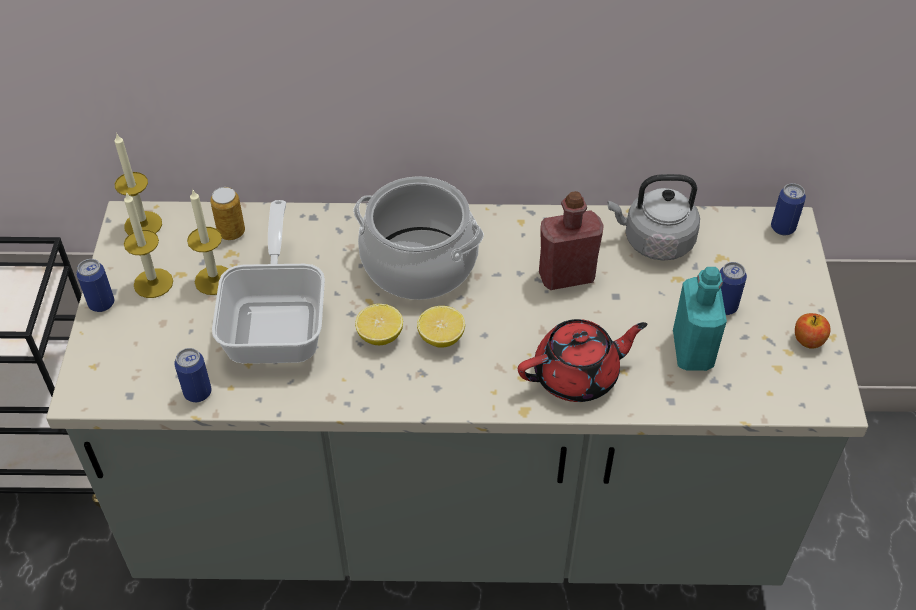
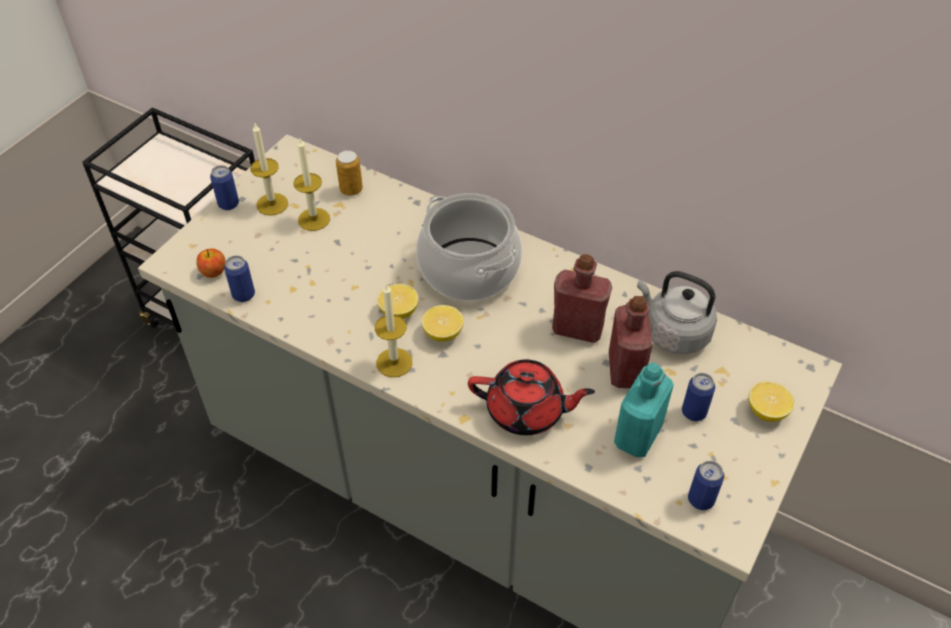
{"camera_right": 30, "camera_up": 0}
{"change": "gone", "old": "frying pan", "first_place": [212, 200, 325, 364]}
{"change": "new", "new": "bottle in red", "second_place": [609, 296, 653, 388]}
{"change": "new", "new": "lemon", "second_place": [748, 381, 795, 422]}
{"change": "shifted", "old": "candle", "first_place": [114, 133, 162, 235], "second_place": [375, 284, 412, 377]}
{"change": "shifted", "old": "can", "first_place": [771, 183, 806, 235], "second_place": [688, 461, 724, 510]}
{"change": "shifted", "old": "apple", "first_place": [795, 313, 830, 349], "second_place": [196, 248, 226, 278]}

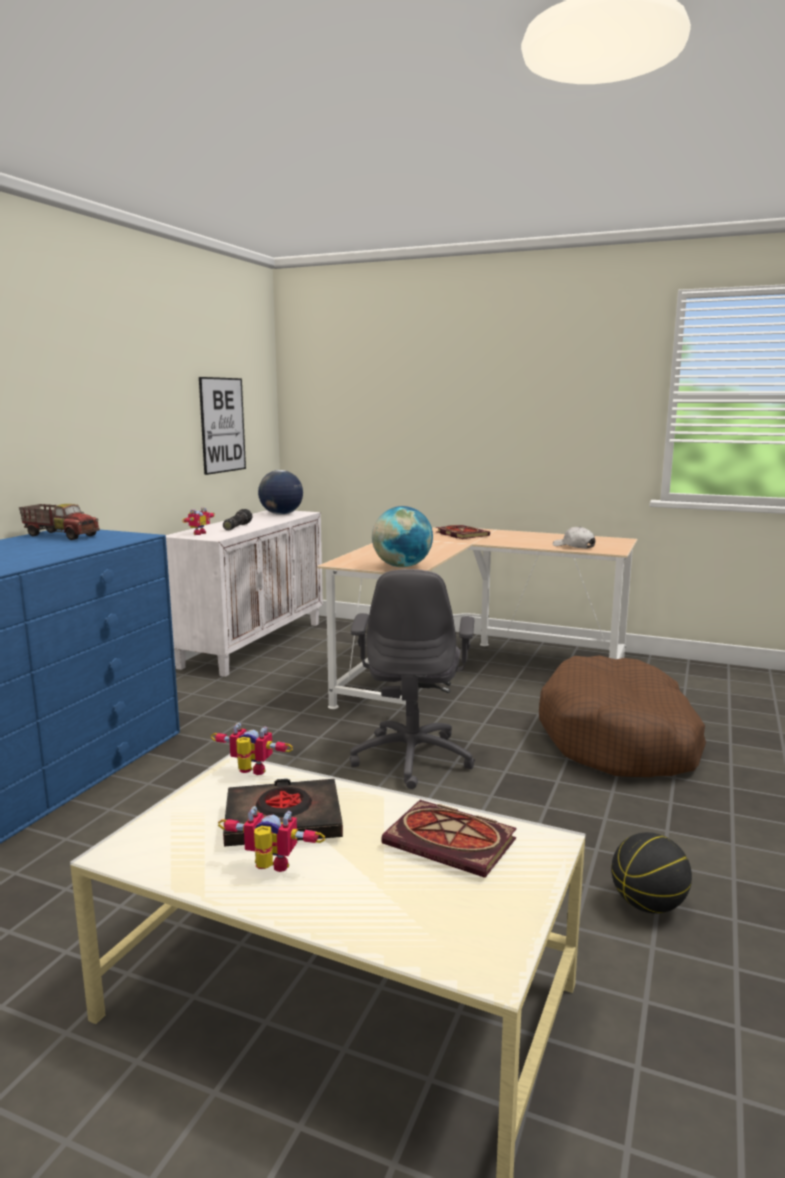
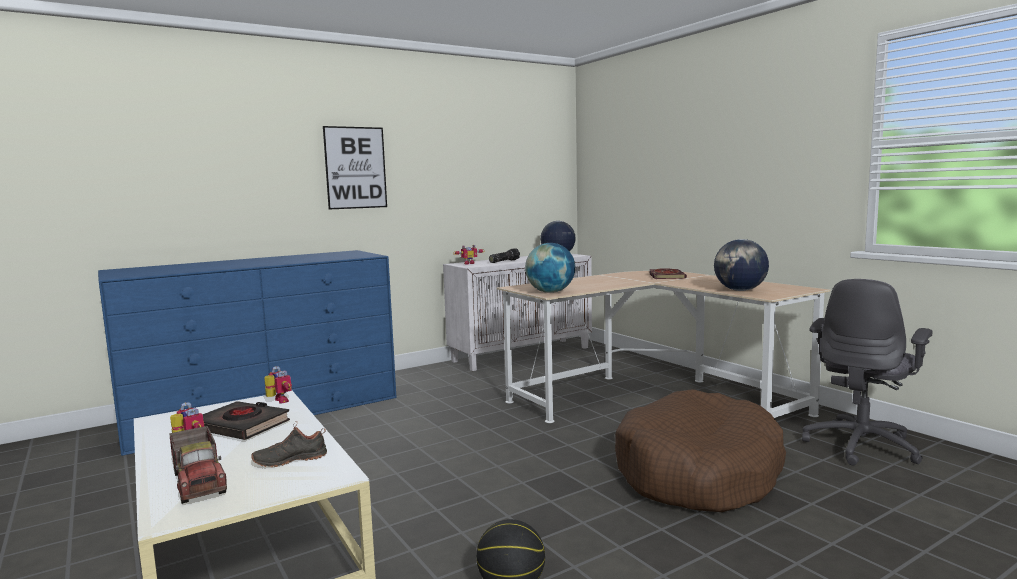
{"camera_right": 35, "camera_up": -5}
{"change": "shifted", "old": "toy truck", "first_place": [19, 504, 100, 540], "second_place": [169, 426, 227, 504]}
{"change": "shifted", "old": "picture", "first_place": [199, 377, 246, 475], "second_place": [323, 126, 387, 210]}
{"change": "shifted", "old": "office chair in grey", "first_place": [350, 569, 475, 789], "second_place": [802, 279, 933, 466]}
{"change": "swapped", "old": "book", "new": "shoe in black", "first_place": [381, 800, 517, 878], "second_place": [251, 421, 327, 467]}
{"change": "swapped", "old": "cap in white", "new": "globe", "first_place": [553, 526, 595, 549], "second_place": [714, 239, 769, 291]}

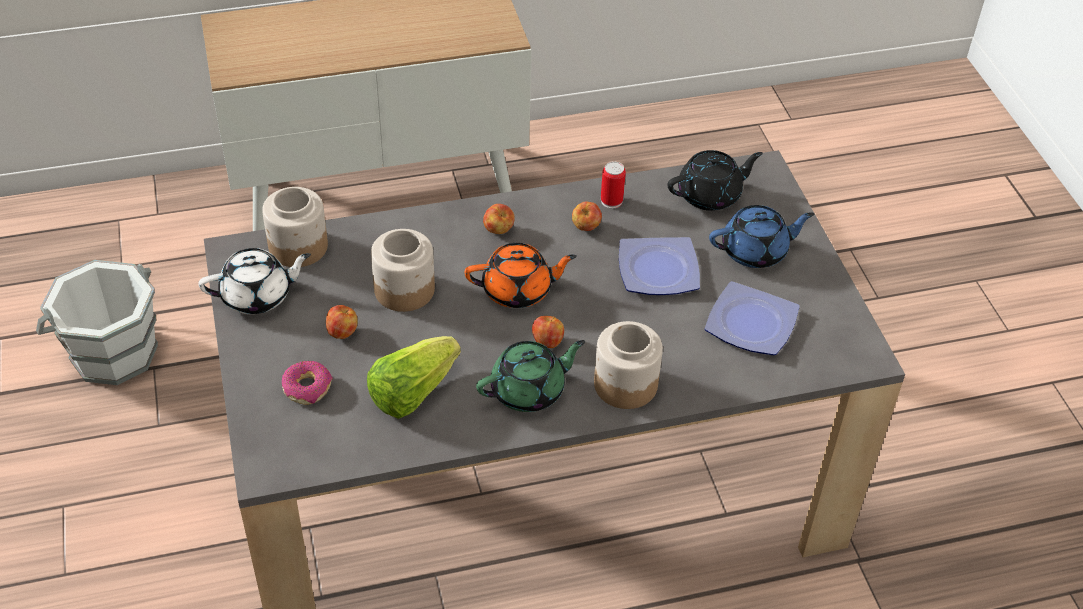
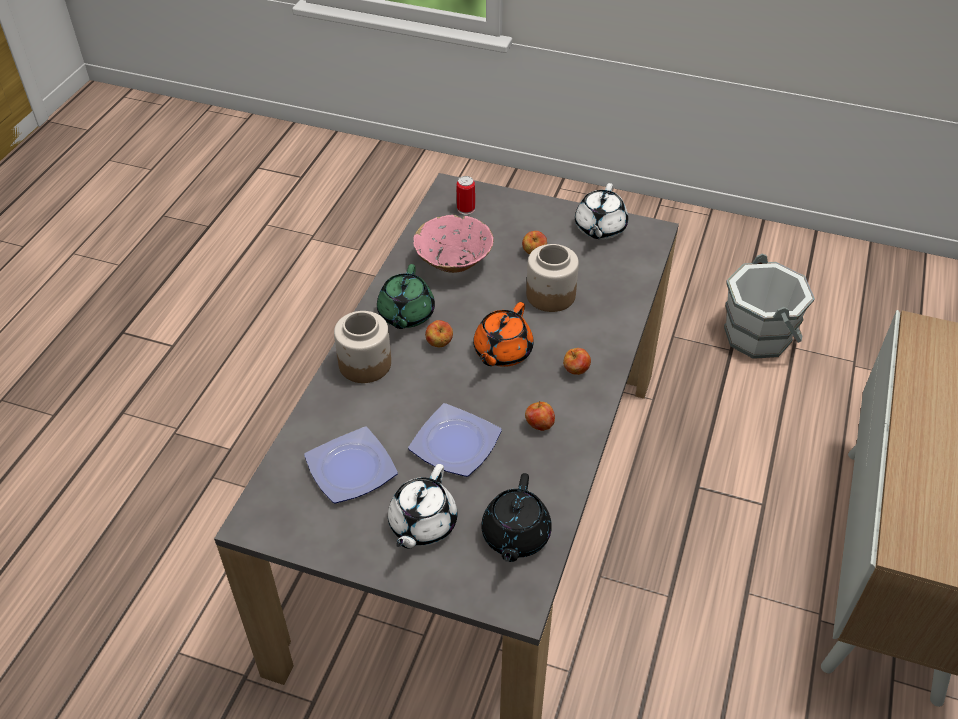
{"camera_right": 125, "camera_up": 0}
{"change": "gone", "old": "jar", "first_place": [262, 187, 328, 267]}
{"change": "gone", "old": "donut", "first_place": [282, 361, 333, 405]}
{"change": "shifted", "old": "can", "first_place": [601, 161, 626, 209], "second_place": [456, 176, 475, 215]}
{"change": "swapped", "old": "lettuce", "new": "bowl in pink", "first_place": [367, 336, 461, 419], "second_place": [413, 215, 493, 273]}
{"change": "repainted", "old": "teapot in blue", "new": "teapot in white", "first_place": [709, 205, 814, 268], "second_place": [388, 464, 457, 548]}

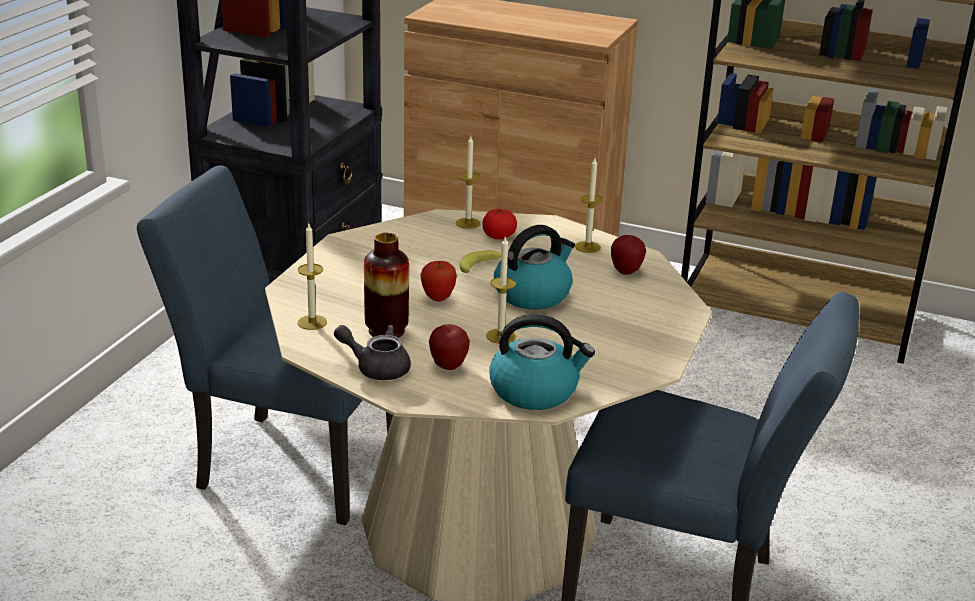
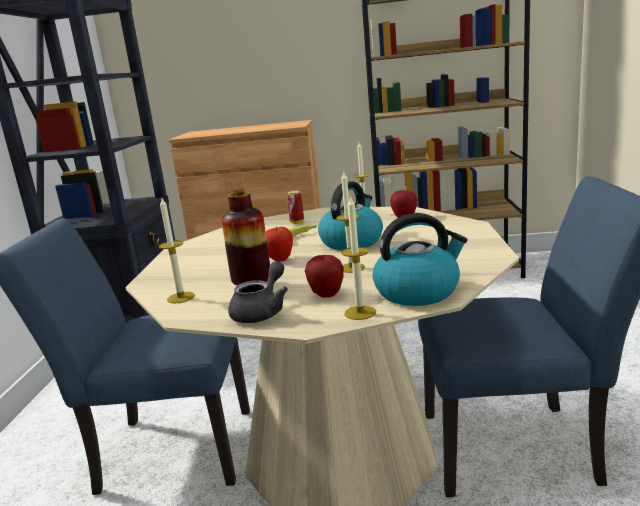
{"camera_right": -15, "camera_up": -10}
{"change": "shifted", "old": "candle", "first_place": [456, 136, 481, 229], "second_place": [341, 195, 376, 320]}
{"change": "swapped", "old": "tomato", "new": "can", "first_place": [482, 208, 517, 239], "second_place": [287, 191, 304, 224]}
{"change": "rotated", "old": "teapot in grey", "first_place": [334, 325, 411, 380], "second_place": [228, 261, 288, 323], "degrees": 120}

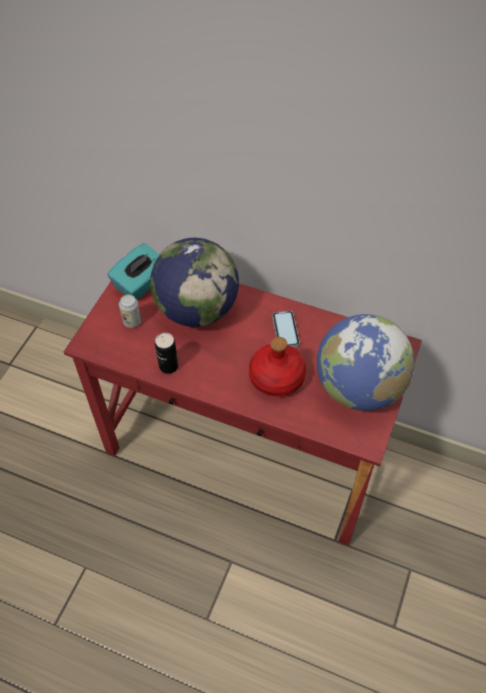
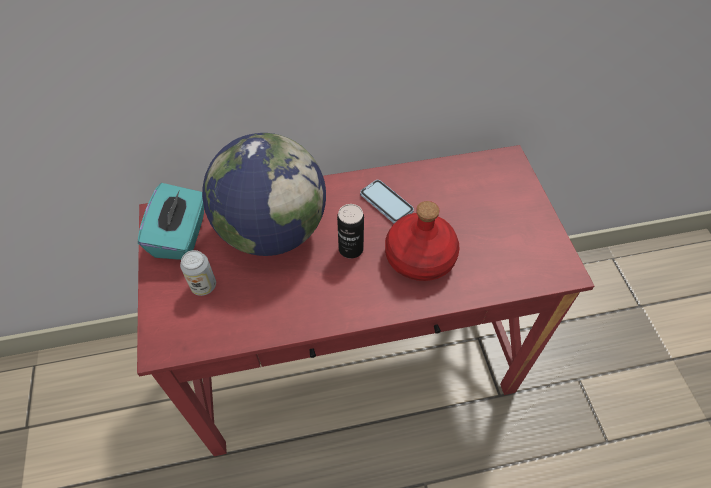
{"camera_right": -35, "camera_up": 0}
{"change": "gone", "old": "globe", "first_place": [317, 314, 415, 411]}
{"change": "shifted", "old": "can", "first_place": [155, 333, 178, 374], "second_place": [337, 204, 364, 259]}

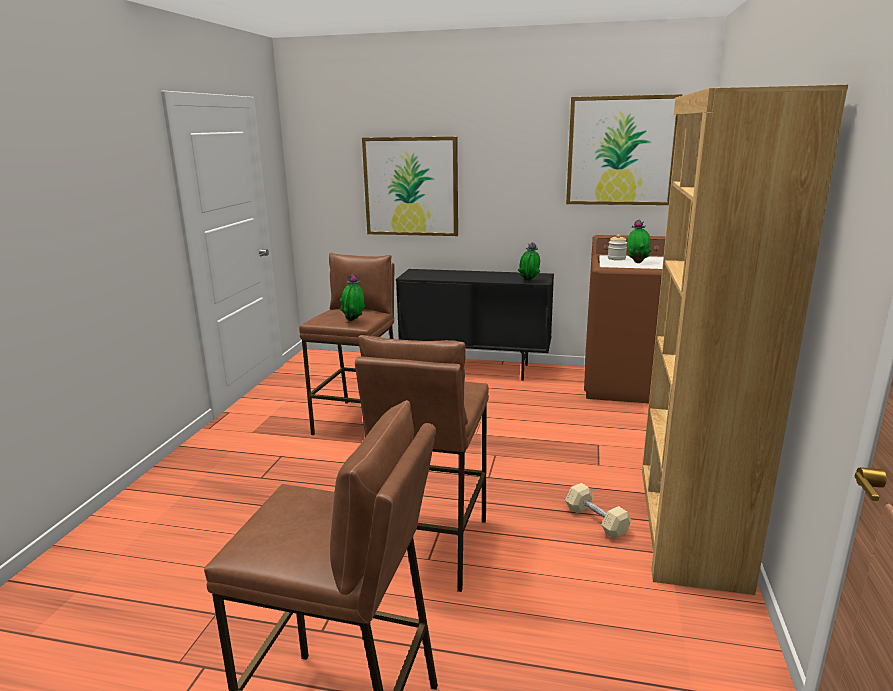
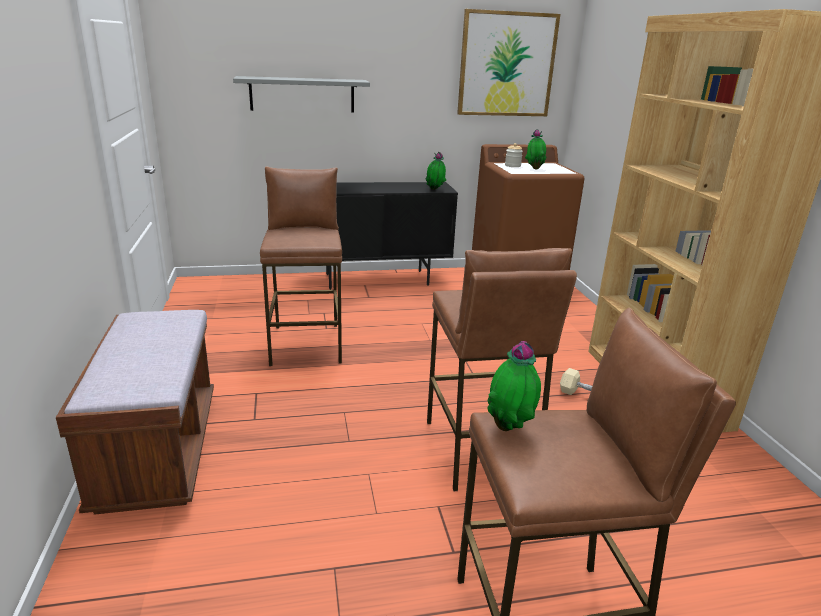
{"camera_right": -25, "camera_up": 5}
{"change": "new", "new": "bench in brown", "second_place": [56, 310, 214, 515]}
{"change": "shifted", "old": "potted plant", "first_place": [340, 273, 365, 321], "second_place": [487, 341, 541, 431]}
{"change": "swapped", "old": "picture", "new": "shelf in grey", "first_place": [362, 136, 458, 236], "second_place": [233, 76, 370, 113]}

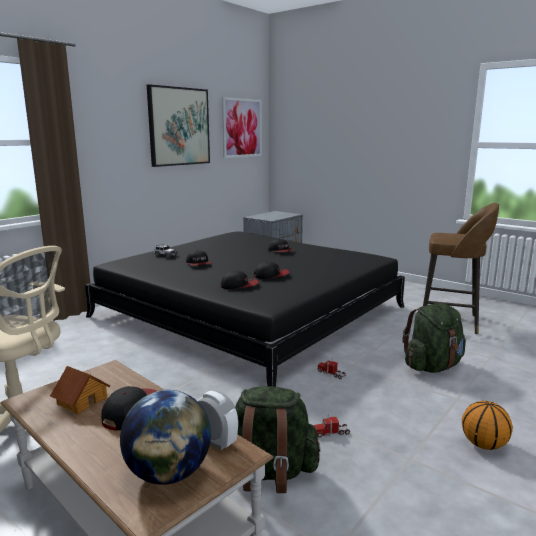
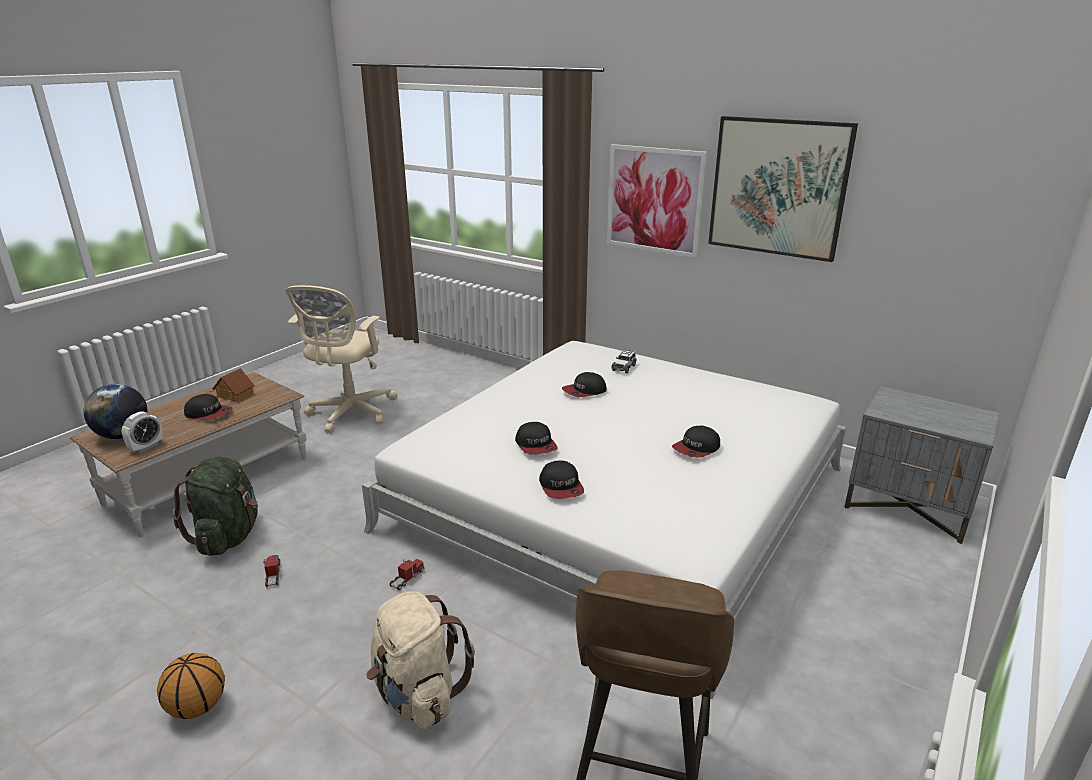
{"camera_right": 85, "camera_up": 10}
{"change": "shifted", "old": "cap", "first_place": [220, 271, 258, 289], "second_place": [539, 461, 584, 499]}
{"change": "shifted", "old": "picture", "first_place": [222, 97, 262, 158], "second_place": [607, 144, 707, 258]}
{"change": "repainted", "old": "bed in black", "new": "bed in white", "first_place": [85, 231, 405, 387], "second_place": [362, 341, 846, 699]}
{"change": "repainted", "old": "backpack in green", "new": "backpack in beige", "first_place": [402, 303, 466, 373], "second_place": [366, 591, 475, 729]}

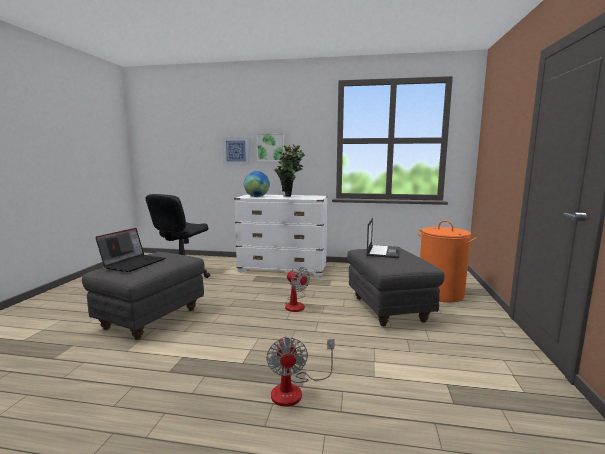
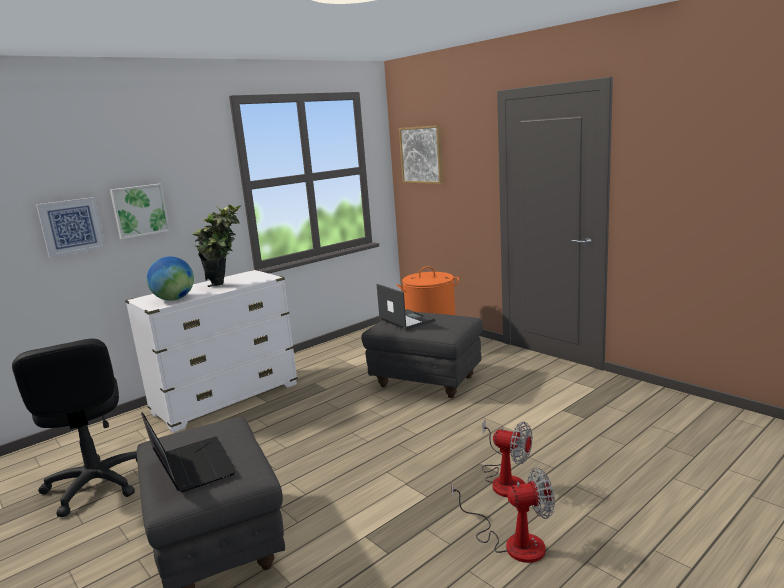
{"camera_right": -50, "camera_up": 5}
{"change": "new", "new": "picture", "second_place": [399, 125, 443, 184]}
{"change": "shifted", "old": "fan", "first_place": [285, 267, 310, 312], "second_place": [451, 468, 555, 563]}

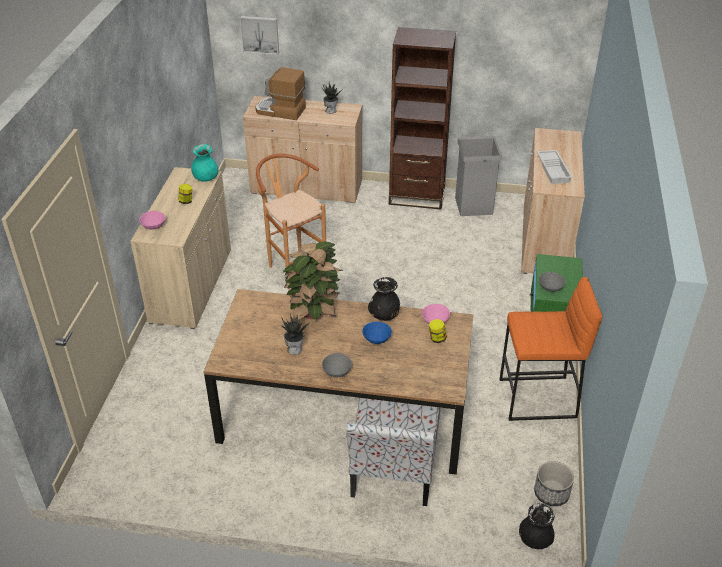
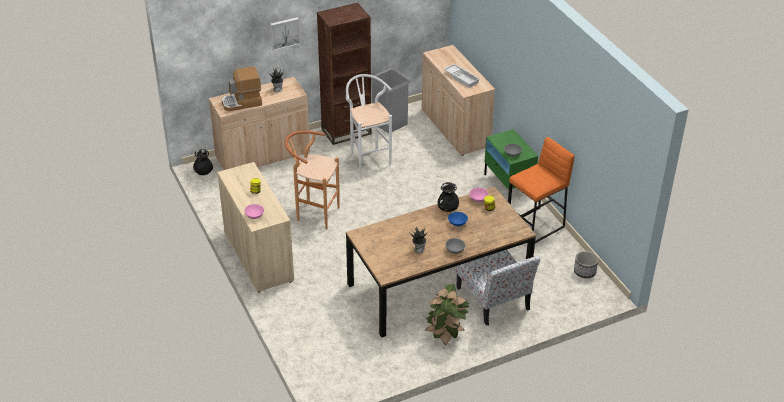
{"camera_right": -35, "camera_up": 0}
{"change": "gone", "old": "vase in turquoise", "first_place": [191, 144, 219, 182]}
{"change": "new", "new": "stool in white", "second_place": [346, 74, 392, 173]}
{"change": "shifted", "old": "picture", "first_place": [240, 16, 279, 55], "second_place": [270, 17, 300, 51]}
{"change": "shifted", "old": "potted plant", "first_place": [283, 242, 343, 322], "second_place": [425, 284, 469, 345]}
{"change": "shifted", "old": "vase in black", "first_place": [519, 503, 555, 549], "second_place": [193, 149, 213, 175]}

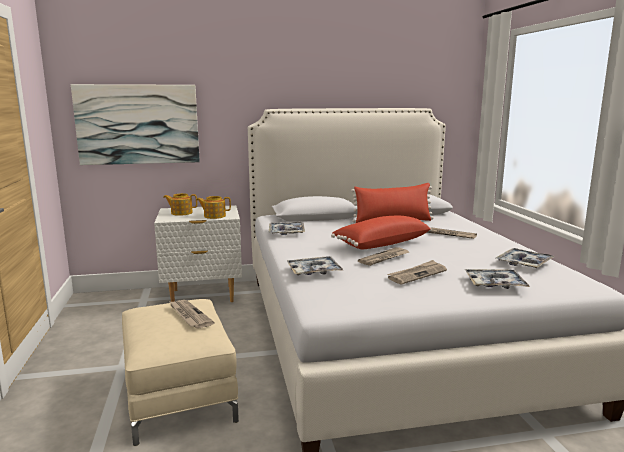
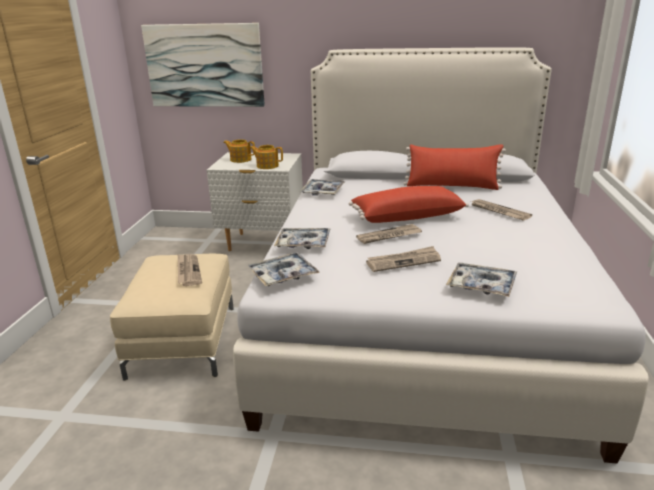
{"camera_right": 20, "camera_up": 10}
{"change": "shifted", "old": "tray", "first_place": [495, 248, 555, 268], "second_place": [247, 252, 320, 286]}

